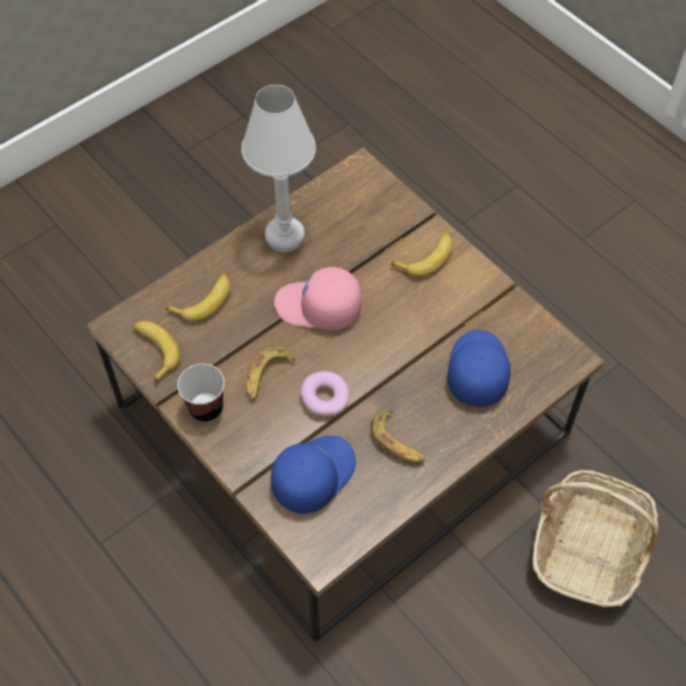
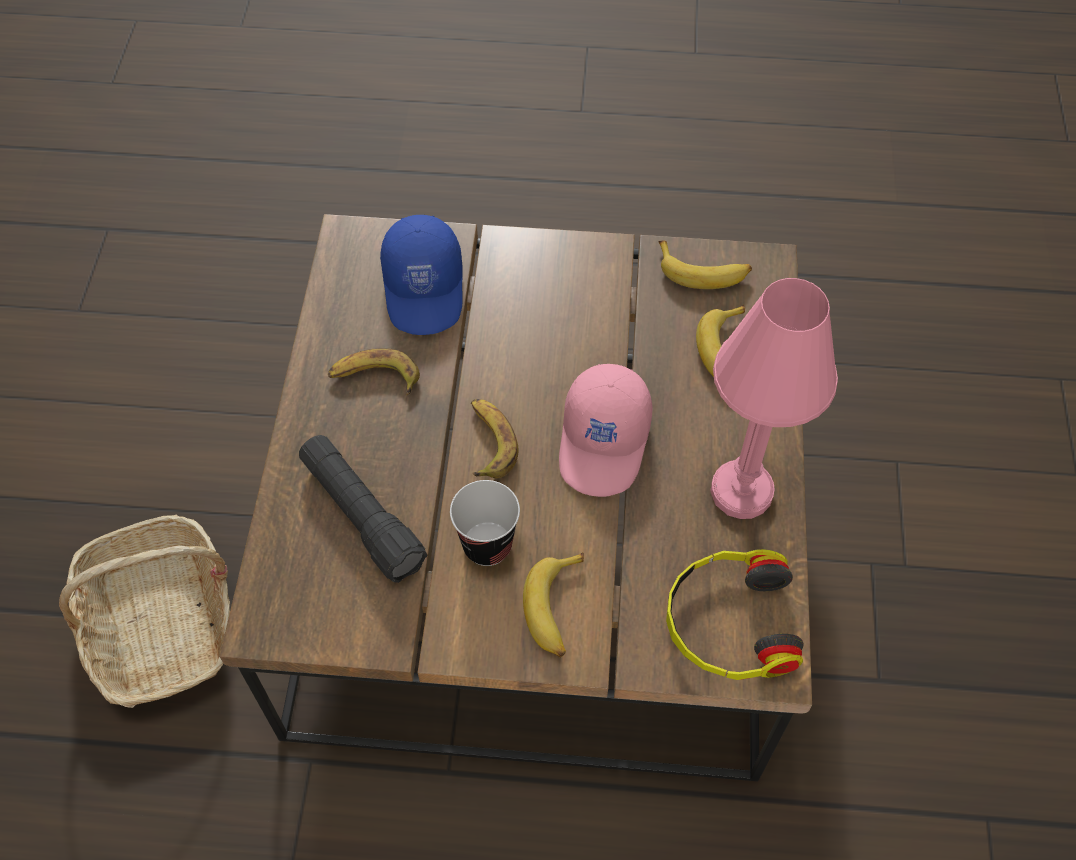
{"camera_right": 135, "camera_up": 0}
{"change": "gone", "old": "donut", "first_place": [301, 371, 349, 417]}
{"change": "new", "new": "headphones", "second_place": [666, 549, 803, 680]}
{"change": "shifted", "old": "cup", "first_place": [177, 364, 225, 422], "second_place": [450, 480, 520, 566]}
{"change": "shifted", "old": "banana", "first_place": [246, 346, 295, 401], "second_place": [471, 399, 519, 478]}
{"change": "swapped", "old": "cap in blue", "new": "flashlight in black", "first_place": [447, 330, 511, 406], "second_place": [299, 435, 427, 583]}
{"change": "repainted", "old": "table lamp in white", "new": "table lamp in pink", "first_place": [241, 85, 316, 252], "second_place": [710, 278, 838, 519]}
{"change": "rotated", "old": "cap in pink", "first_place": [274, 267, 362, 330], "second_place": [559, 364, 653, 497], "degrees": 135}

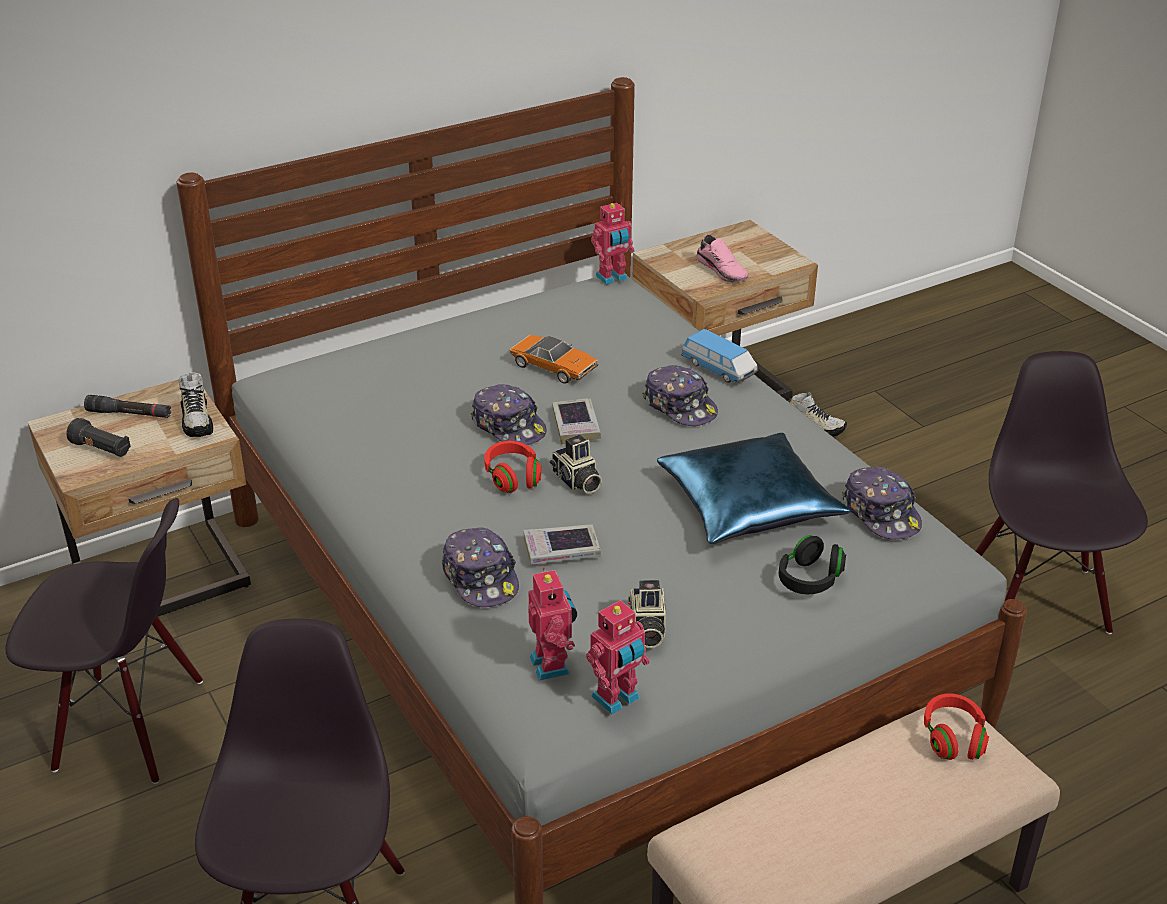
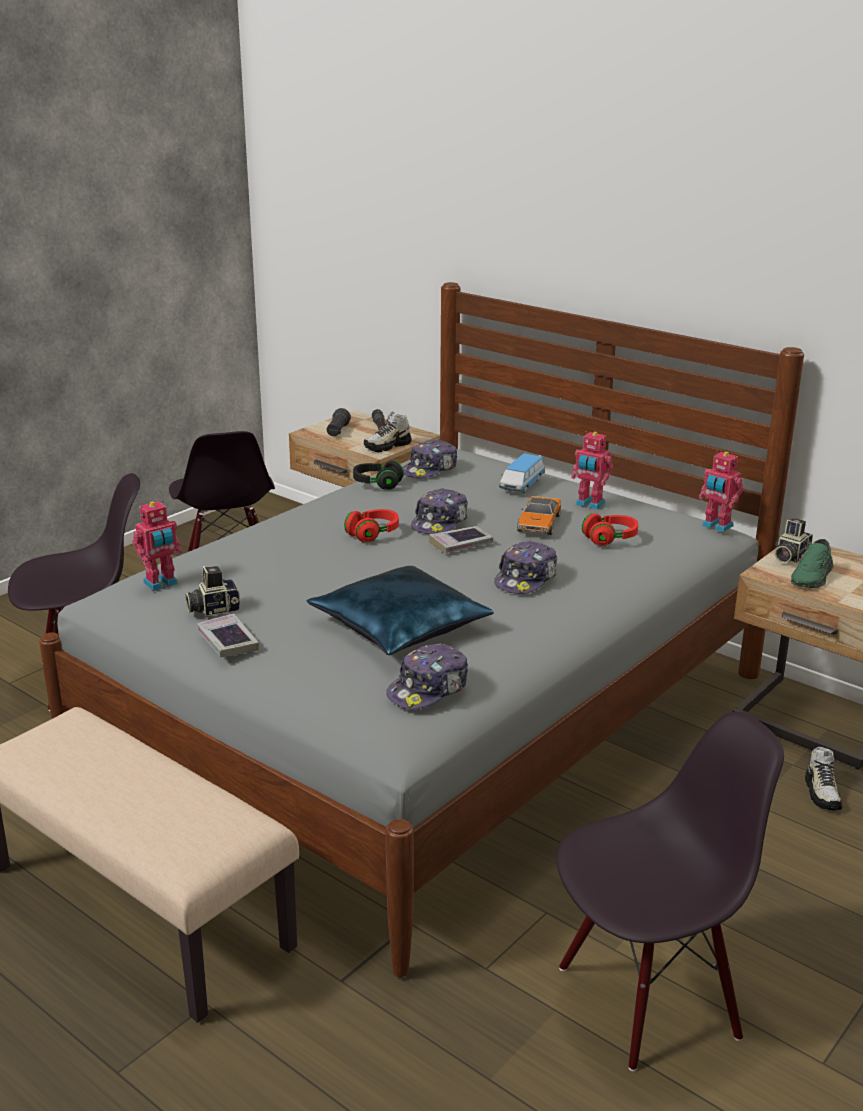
{"camera_right": 70, "camera_up": -10}
{"change": "shifted", "old": "cap", "first_place": [441, 528, 519, 607], "second_place": [403, 439, 457, 478]}
{"change": "shifted", "old": "book", "first_place": [523, 524, 601, 565], "second_place": [197, 613, 259, 657]}
{"change": "shifted", "old": "photo camera", "first_place": [550, 435, 602, 493], "second_place": [775, 518, 813, 563]}
{"change": "shifted", "old": "toy robot", "first_place": [586, 600, 650, 714], "second_place": [571, 431, 613, 510]}
{"change": "shifted", "old": "toy car", "first_place": [681, 329, 758, 383], "second_place": [499, 453, 545, 493]}
{"change": "shifted", "old": "headphones in black", "first_place": [779, 535, 846, 594], "second_place": [353, 461, 404, 490]}
{"change": "shifted", "old": "headphones in red", "first_place": [924, 693, 989, 760], "second_place": [582, 513, 638, 546]}
{"change": "repainted", "old": "shoe in pink", "new": "shoe in green", "first_place": [696, 235, 748, 282], "second_place": [791, 539, 833, 588]}

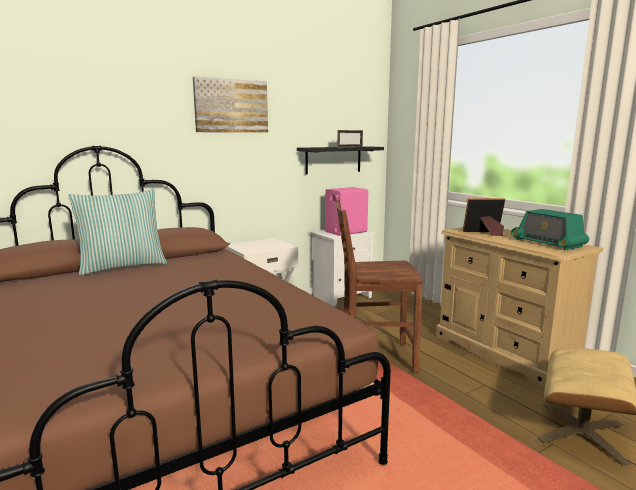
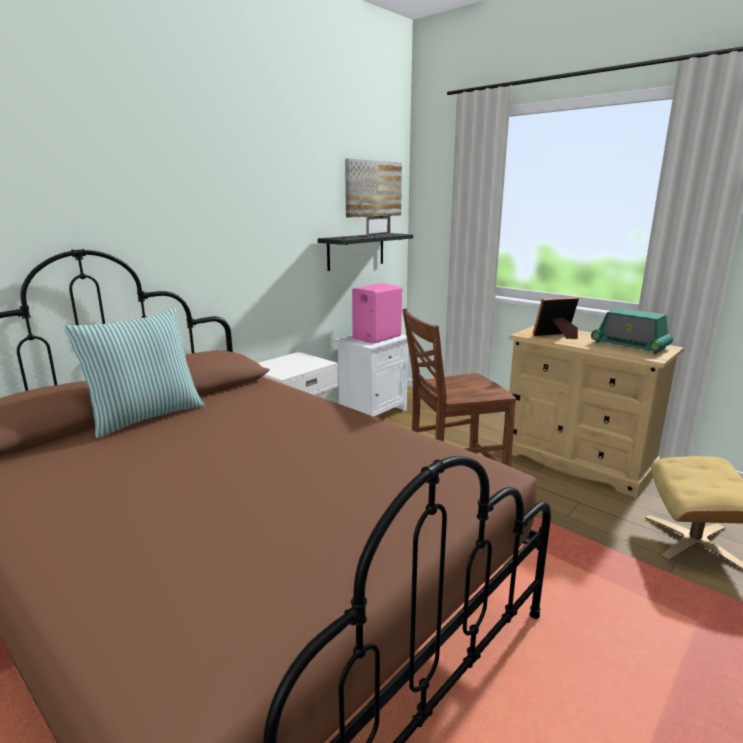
{"camera_right": -15, "camera_up": 5}
{"change": "shifted", "old": "picture", "first_place": [193, 76, 268, 133], "second_place": [345, 158, 402, 217]}

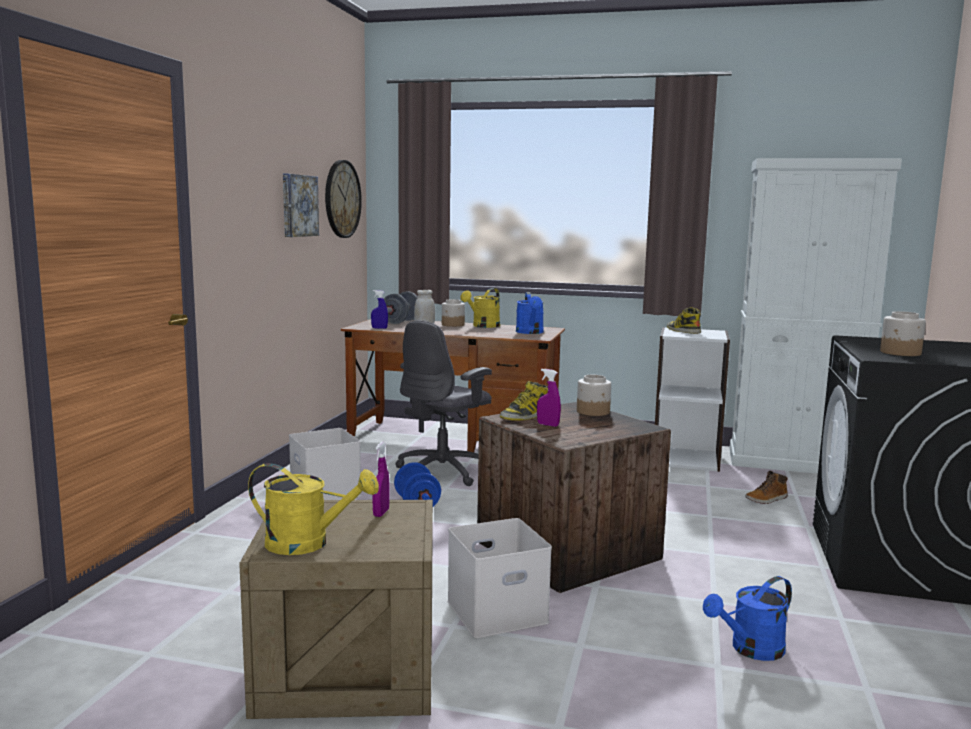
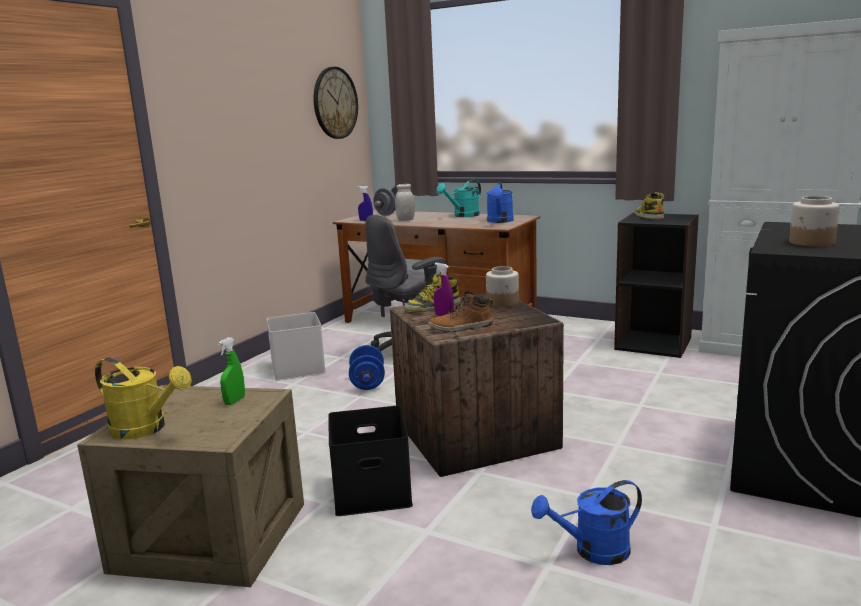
{"camera_right": 15, "camera_up": 5}
{"change": "gone", "old": "picture", "first_place": [283, 174, 319, 237]}
{"change": "gone", "old": "jar", "first_place": [442, 299, 465, 327]}
{"change": "shifted", "old": "boot", "first_place": [745, 471, 788, 504], "second_place": [428, 291, 493, 332]}
{"change": "repainted", "old": "spray bottle in purple", "new": "spray bottle in green", "first_place": [372, 442, 390, 517], "second_place": [218, 337, 245, 405]}
{"change": "repainted", "old": "storage box in white", "new": "storage box in black", "first_place": [447, 518, 552, 638], "second_place": [328, 406, 413, 516]}
{"change": "repainted", "old": "watering can in yellow", "new": "watering can in turquoise", "first_place": [461, 288, 500, 328], "second_place": [436, 179, 481, 217]}
{"change": "repainted", "old": "bookcase in white", "new": "bookcase in black", "first_place": [655, 327, 730, 472], "second_place": [614, 213, 699, 358]}

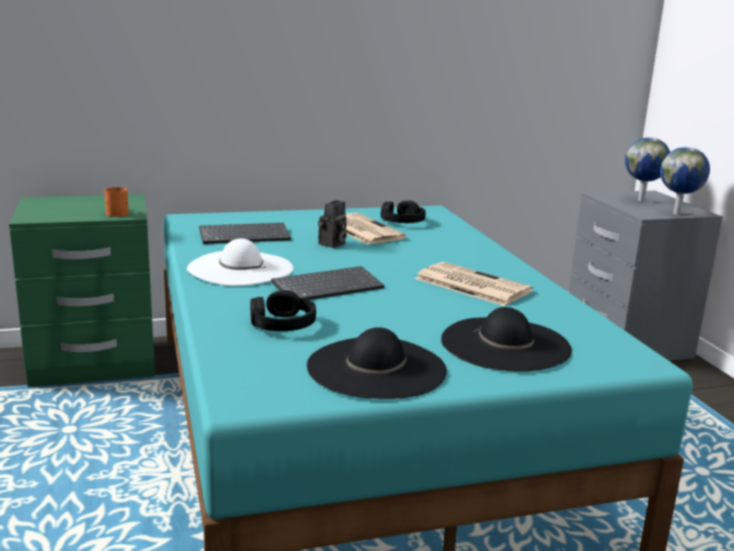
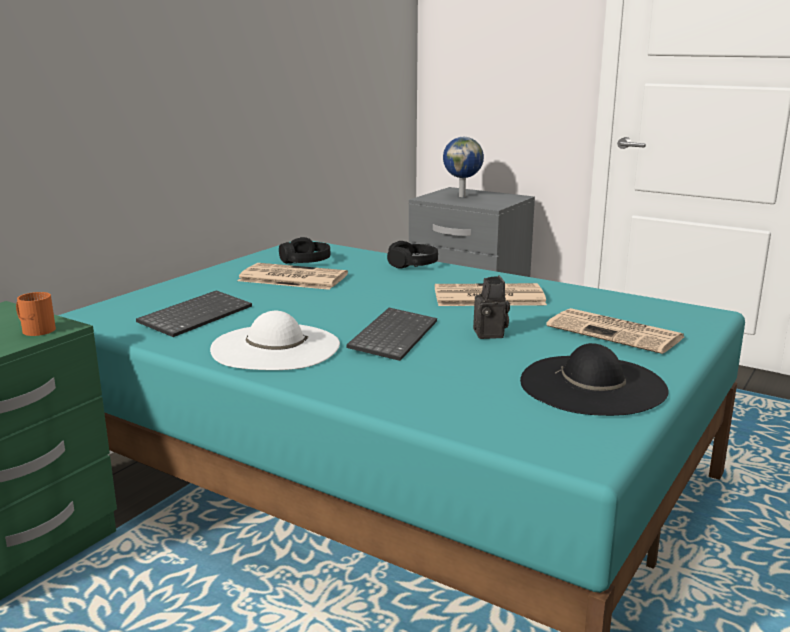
{"camera_right": -40, "camera_up": 0}
{"change": "gone", "old": "globe", "first_place": [660, 147, 710, 215]}
{"change": "shifted", "old": "headphones in black", "first_place": [250, 290, 316, 331], "second_place": [387, 241, 438, 269]}
{"change": "shifted", "old": "photo camera", "first_place": [318, 200, 347, 248], "second_place": [473, 275, 510, 339]}
{"change": "swapped", "old": "hat in black", "new": "newspaper", "first_place": [441, 307, 572, 372], "second_place": [546, 308, 684, 354]}

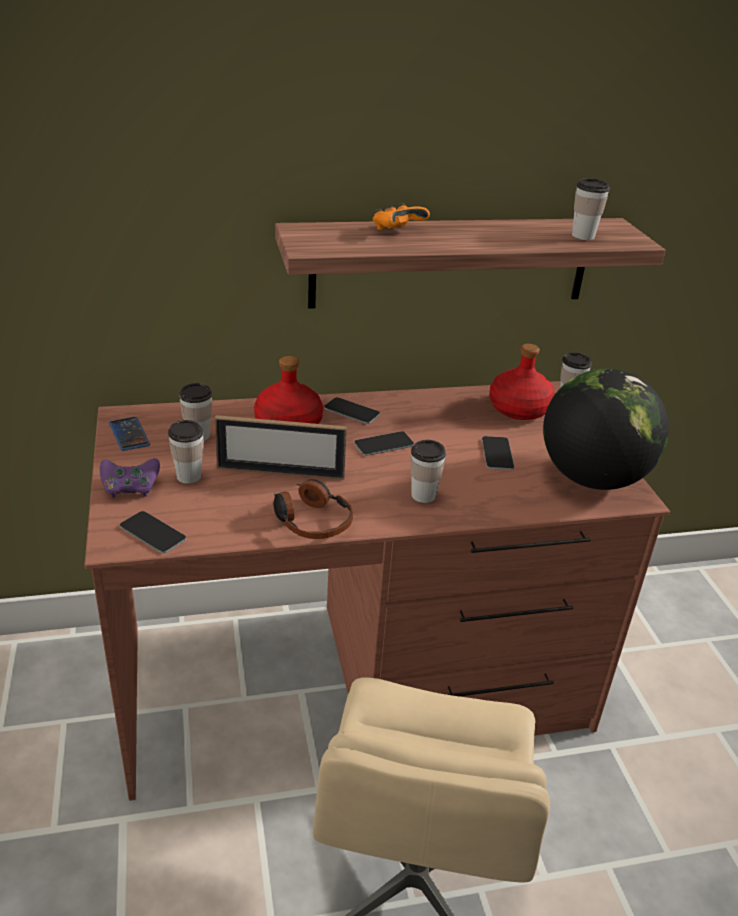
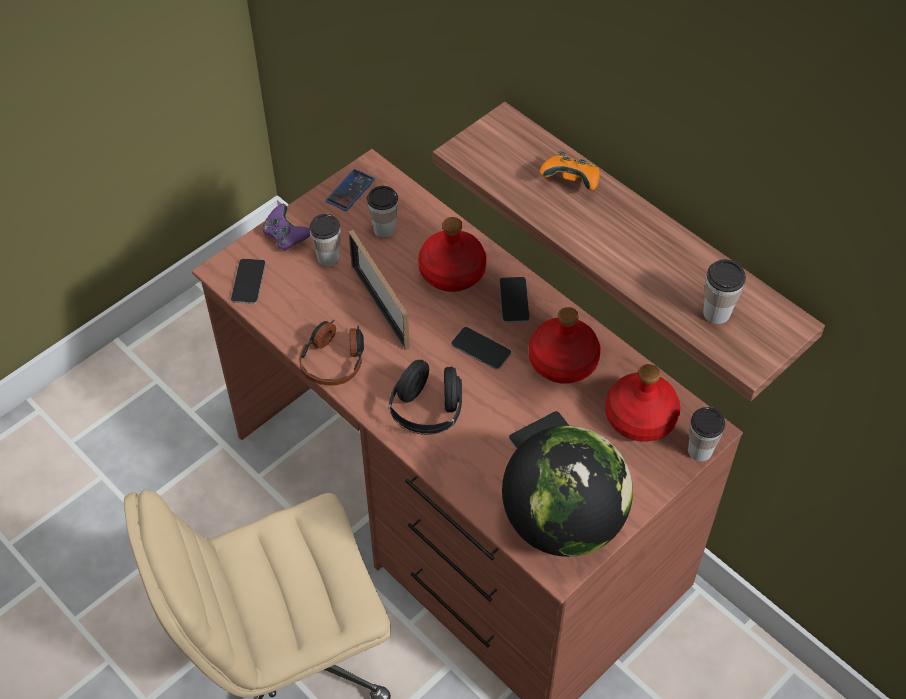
{"camera_right": 60, "camera_up": 20}
{"change": "new", "new": "bottle in red", "second_place": [529, 307, 601, 384]}
{"change": "swapped", "old": "cup", "new": "headphones in black", "first_place": [411, 440, 446, 503], "second_place": [389, 360, 462, 435]}

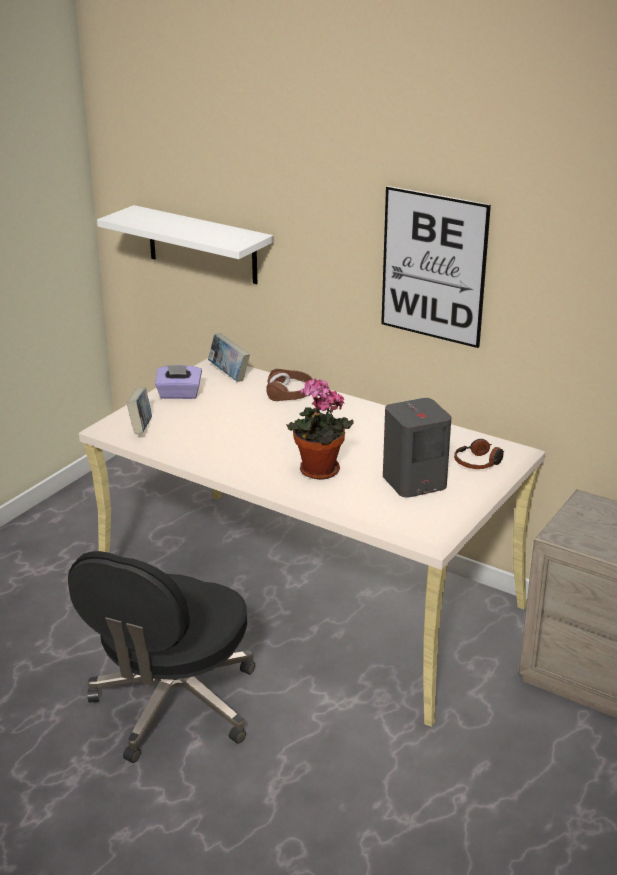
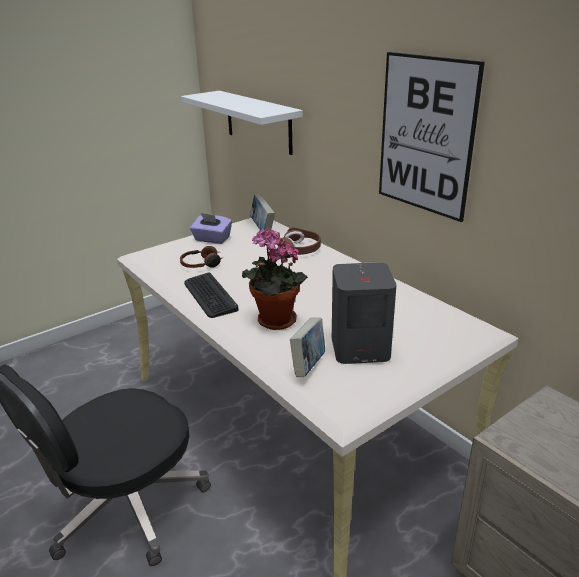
{"camera_right": 20, "camera_up": 0}
{"change": "new", "new": "keyboard", "second_place": [184, 272, 239, 318]}
{"change": "shifted", "old": "book", "first_place": [127, 387, 152, 434], "second_place": [290, 318, 325, 377]}
{"change": "shifted", "old": "headphones", "first_place": [454, 439, 504, 469], "second_place": [180, 246, 224, 268]}

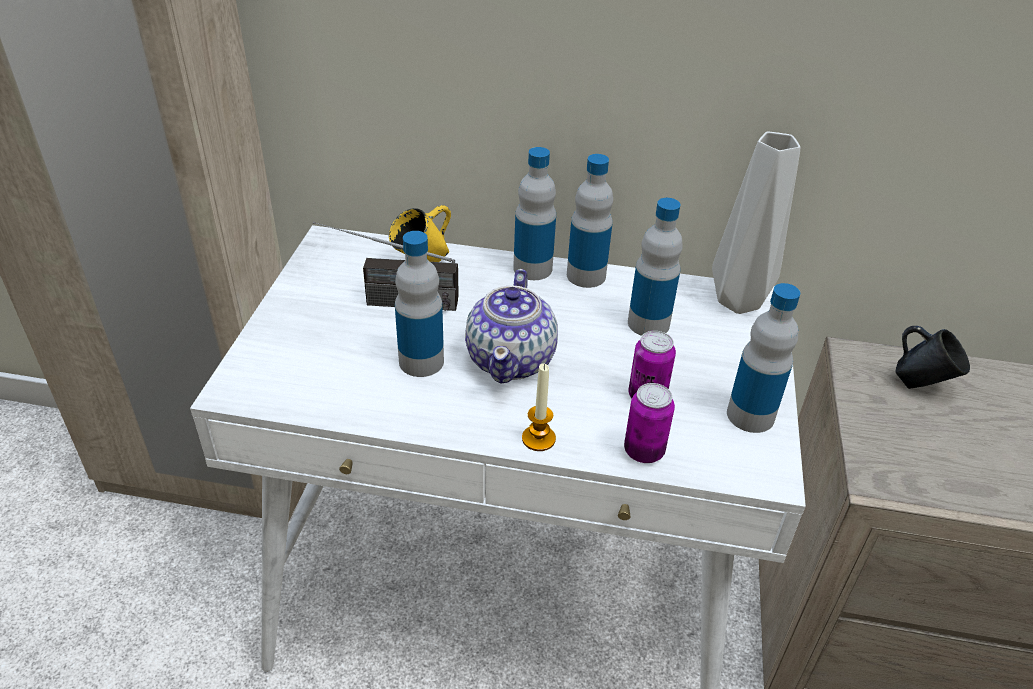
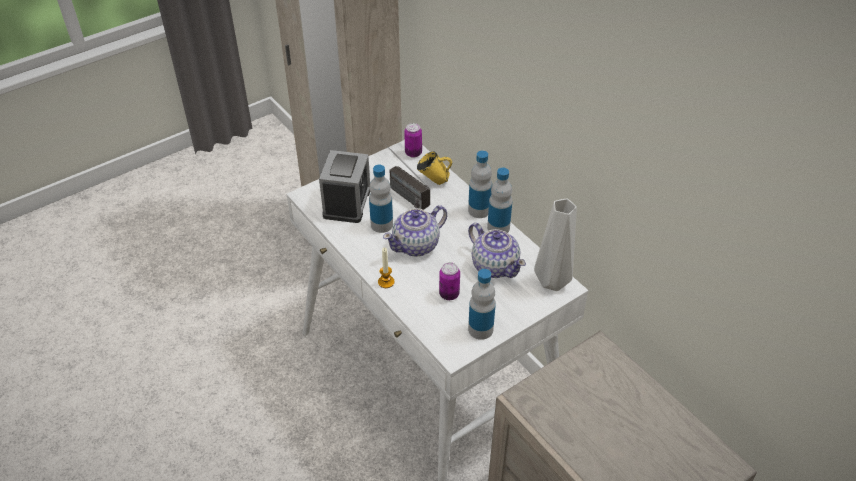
{"camera_right": 45, "camera_up": 5}
{"change": "gone", "old": "mug in blue", "first_place": [896, 326, 970, 389]}
{"change": "new", "new": "alarm clock", "second_place": [319, 150, 370, 223]}
{"change": "shifted", "old": "can", "first_place": [624, 383, 675, 463], "second_place": [404, 123, 422, 158]}
{"change": "swapped", "old": "bottle", "new": "teapot", "first_place": [628, 198, 683, 336], "second_place": [468, 223, 526, 278]}

